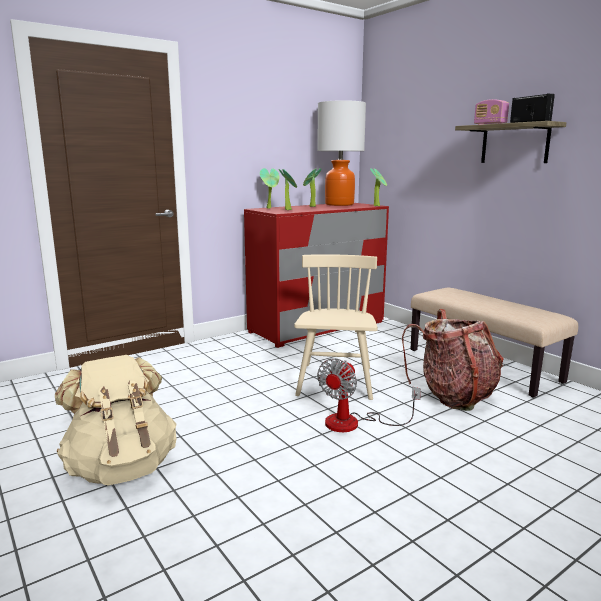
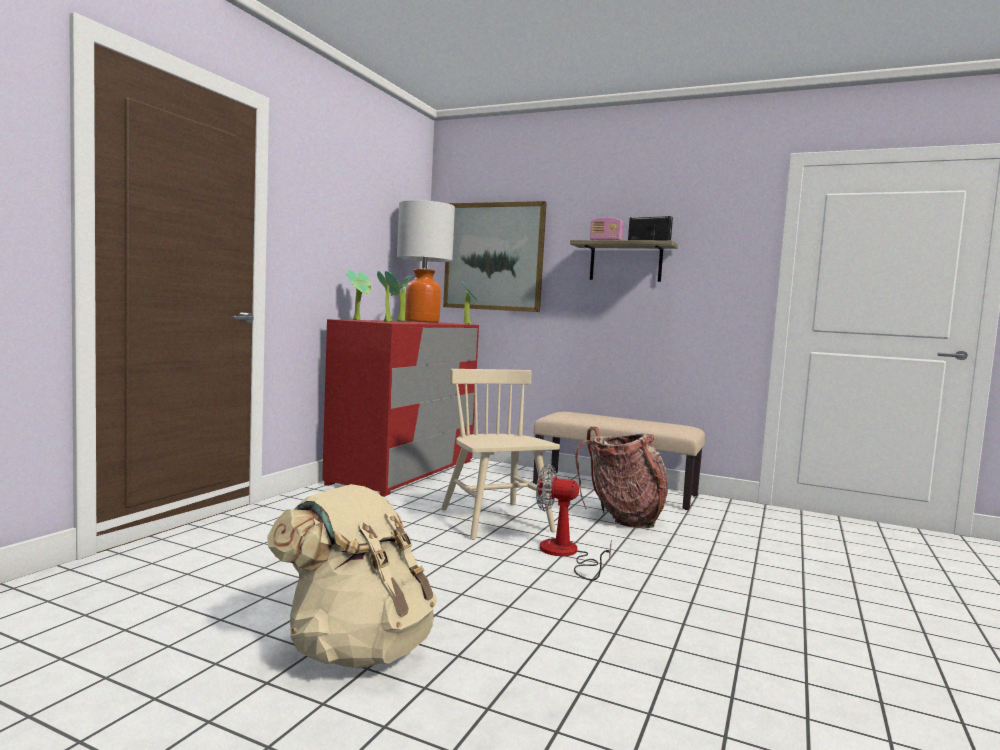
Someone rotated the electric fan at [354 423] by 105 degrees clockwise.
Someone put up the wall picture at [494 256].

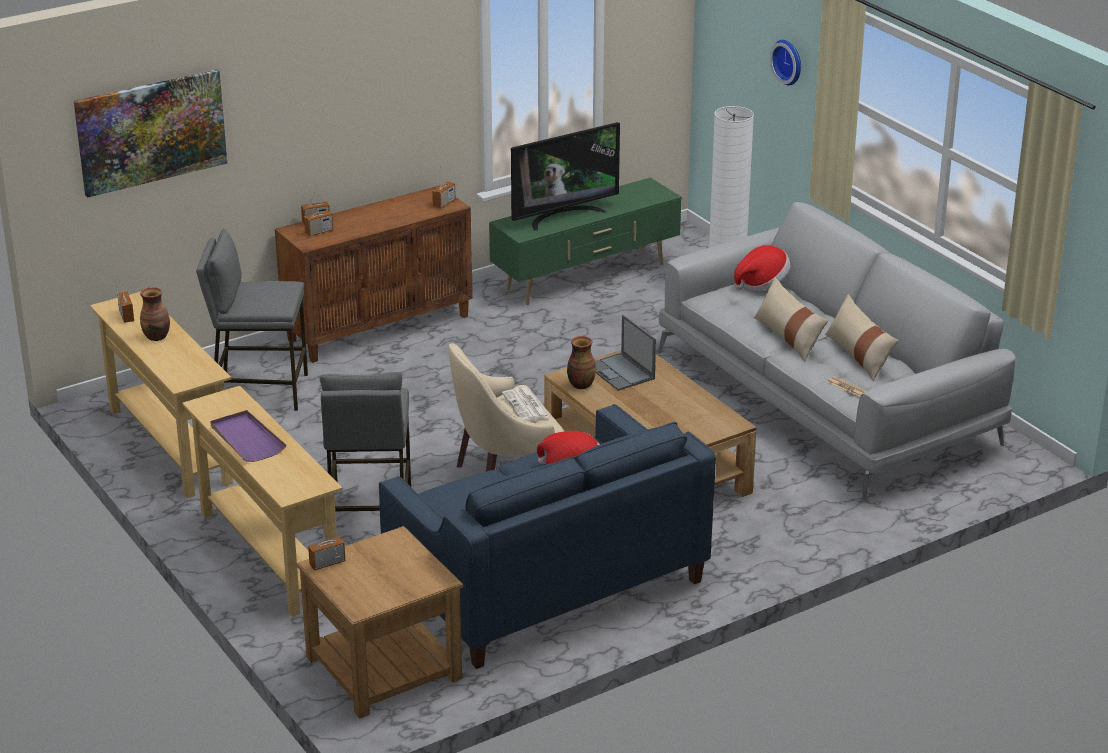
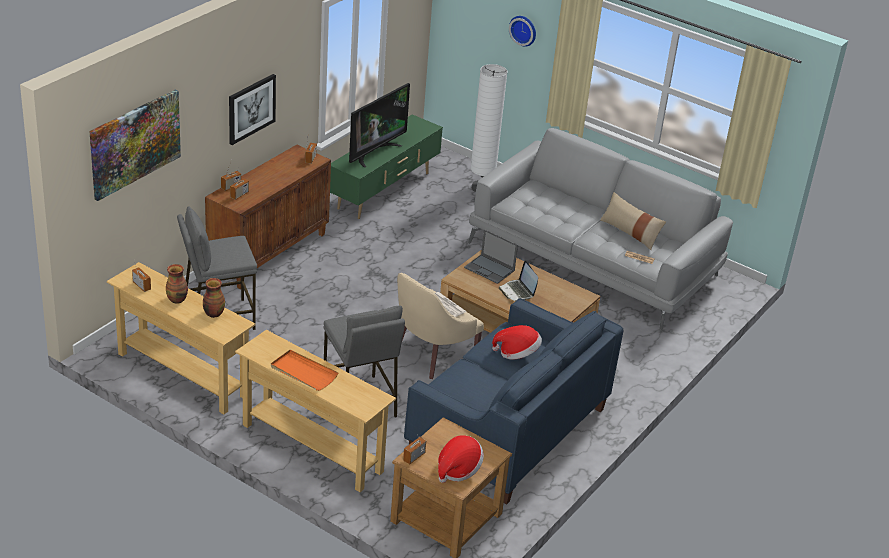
Someone repainted the purplish tray at [246 439], which became the orange tray at [303 372].
Someone carried the decorative vase from [580 384] to [213 313].
Someone carried the wearable hat from [762 283] to [458 469].
Someone took away the beige cushion at [788 337].
Someone put up the wall picture at [251 108].
Someone put down the notebook computer at [517 291].

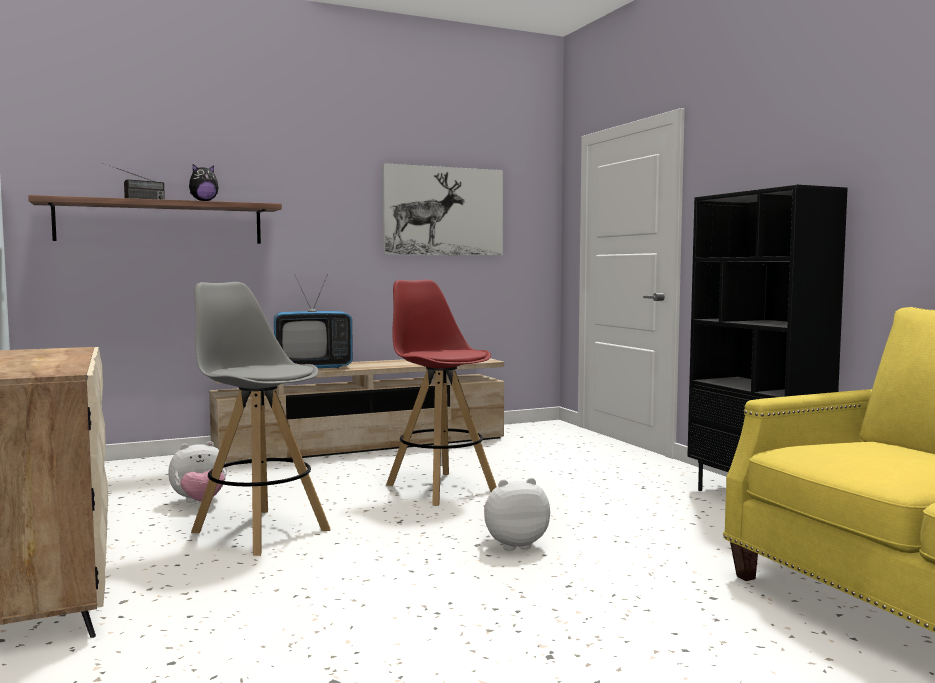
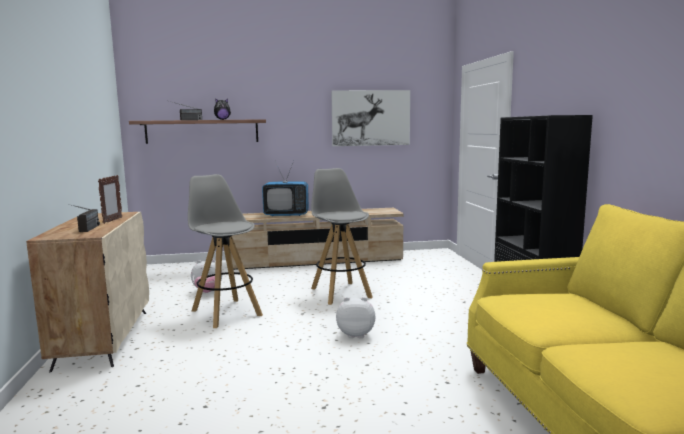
Someone repainted the red stool at [440 487], which became the grey stool at [340 292].
Someone put down the radio receiver at [87 230].
Someone put down the photo frame at [112 220].

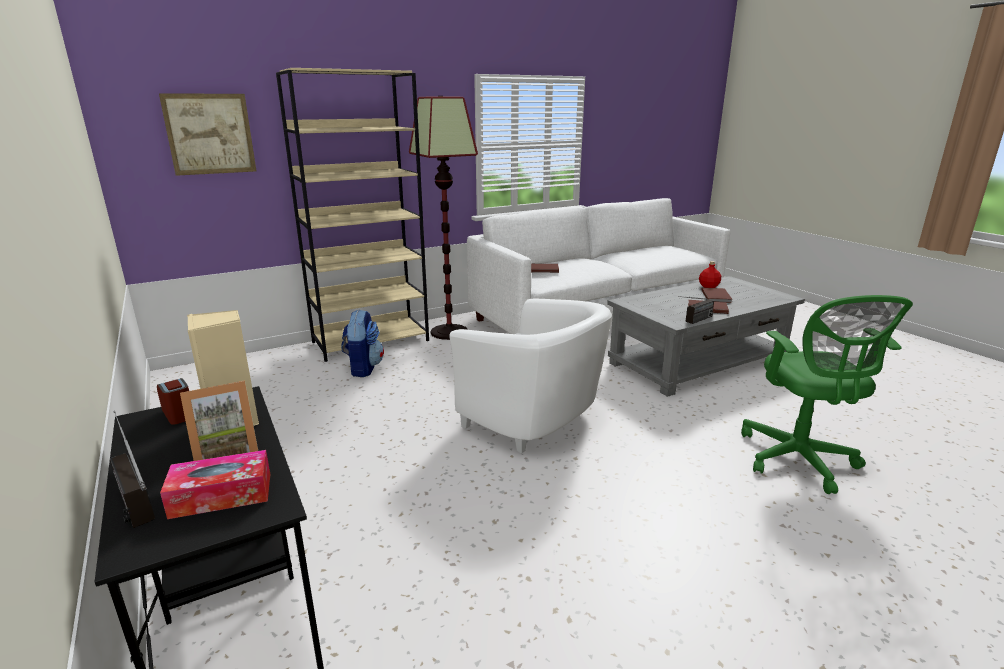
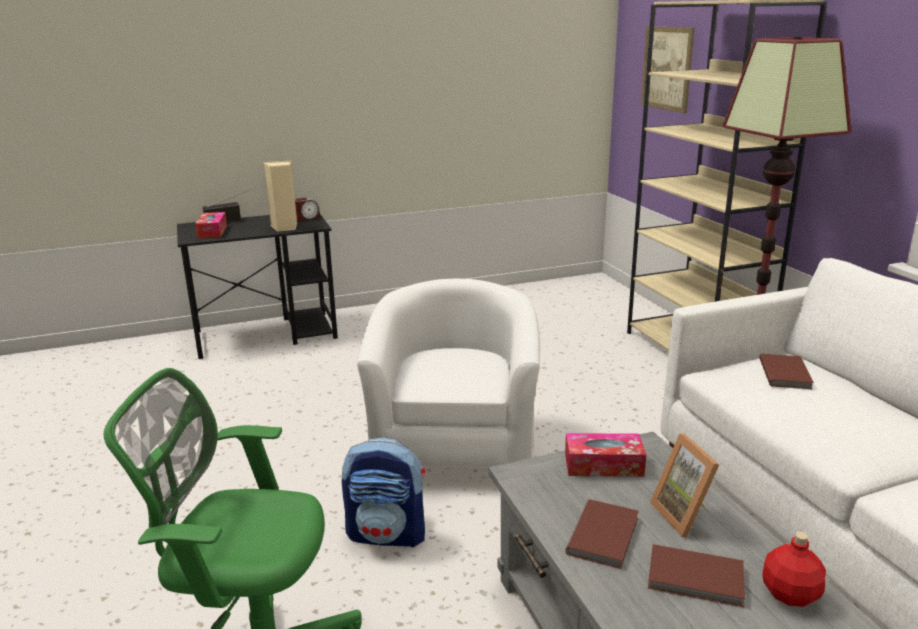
Someone carried the photo frame from [227 456] to [686 515].
Someone carried the rucksack from [363 368] to [388 534].
Someone rotated the white easy chair at [535 422] by 135 degrees clockwise.
Someone took away the radio receiver at [694 321].
Someone put down the tissue holder at [603 465].

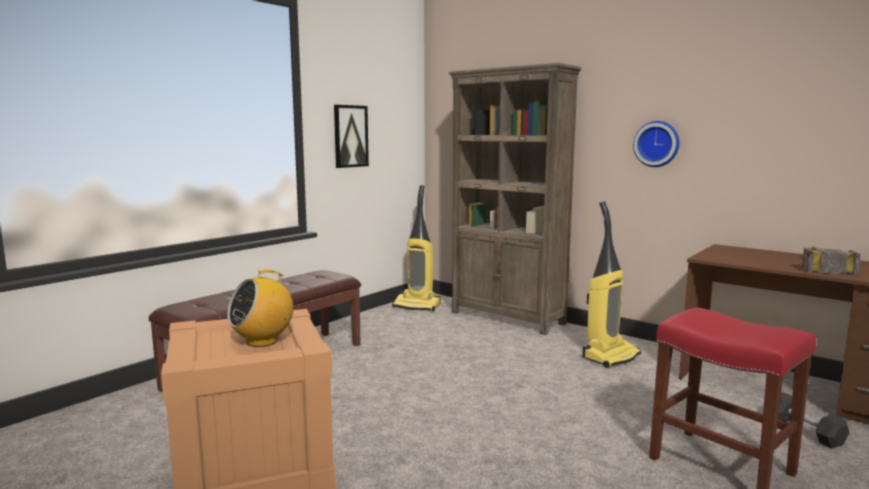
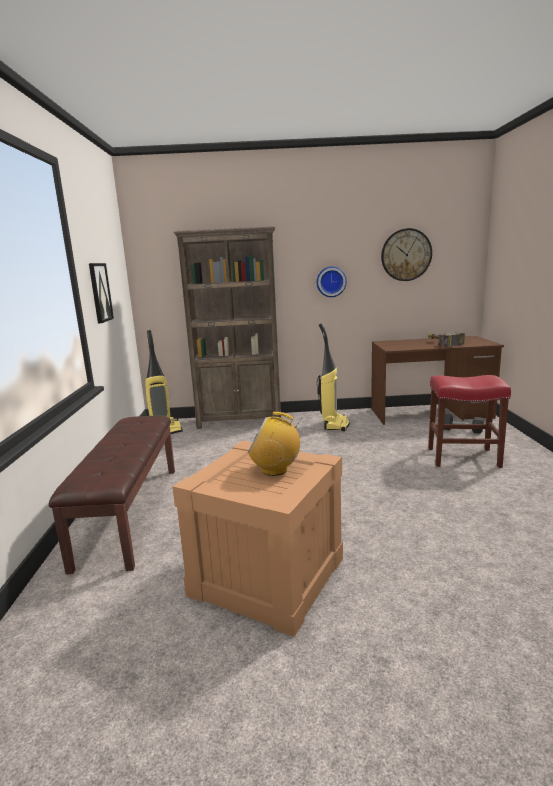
Someone rotated the radio receiver at [263 341] by 90 degrees clockwise.
Someone put up the hanging clock at [406 255].

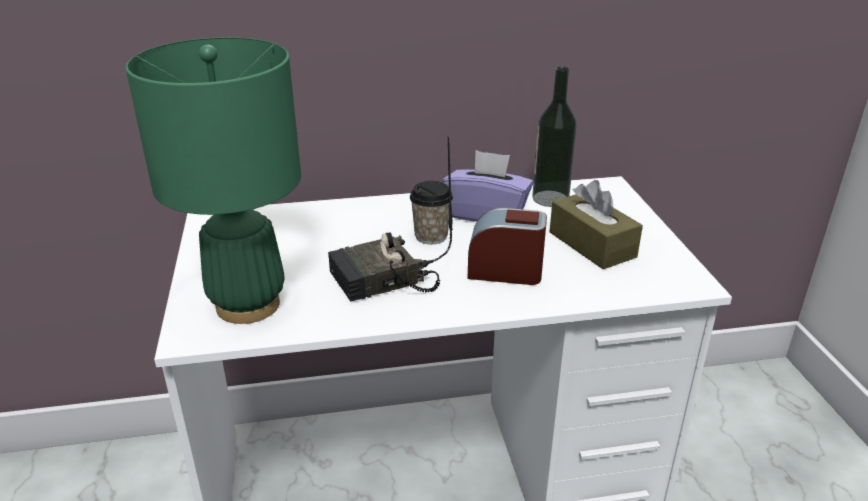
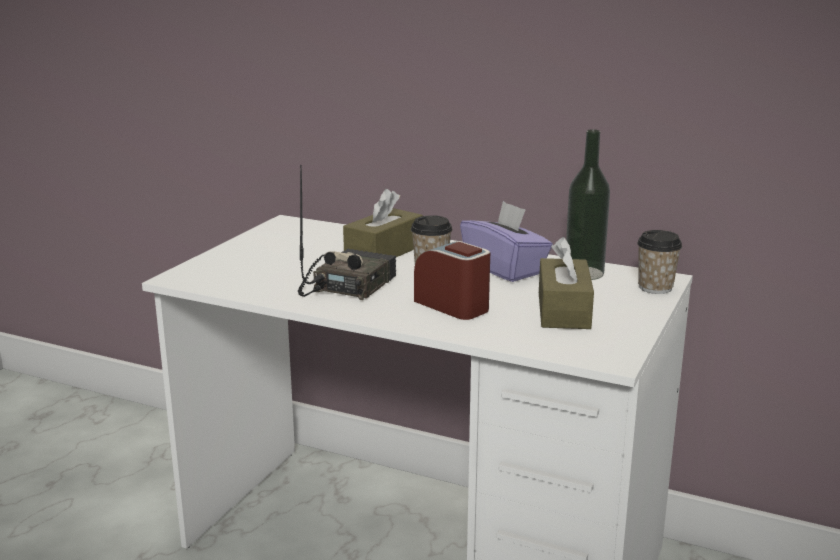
Someone took away the green-coloured lamp for a table at [248 305].
Someone rotated the radio receiver at [383 281] by 105 degrees clockwise.
Someone put down the brown-coloured tissue holder at [384 252].
Someone put down the drinking cup at [655 287].

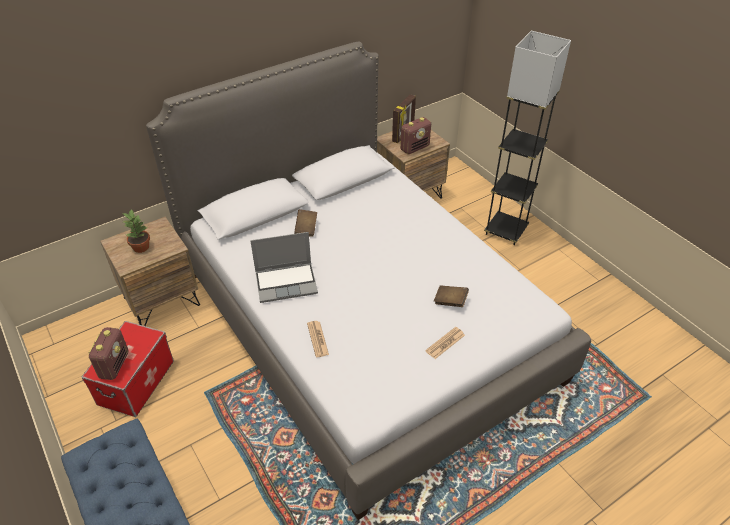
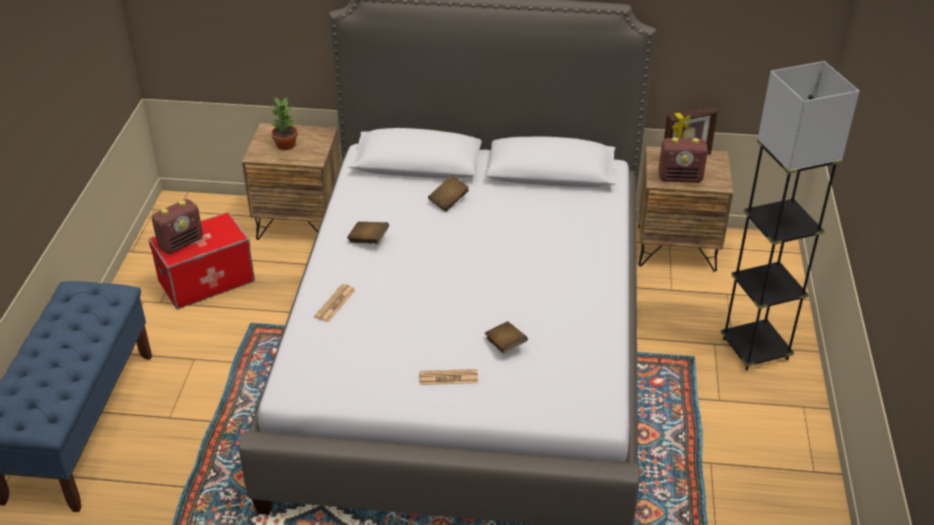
Someone swapped the notebook computer at [287 282] for the brown-coloured bound book at [368 240].

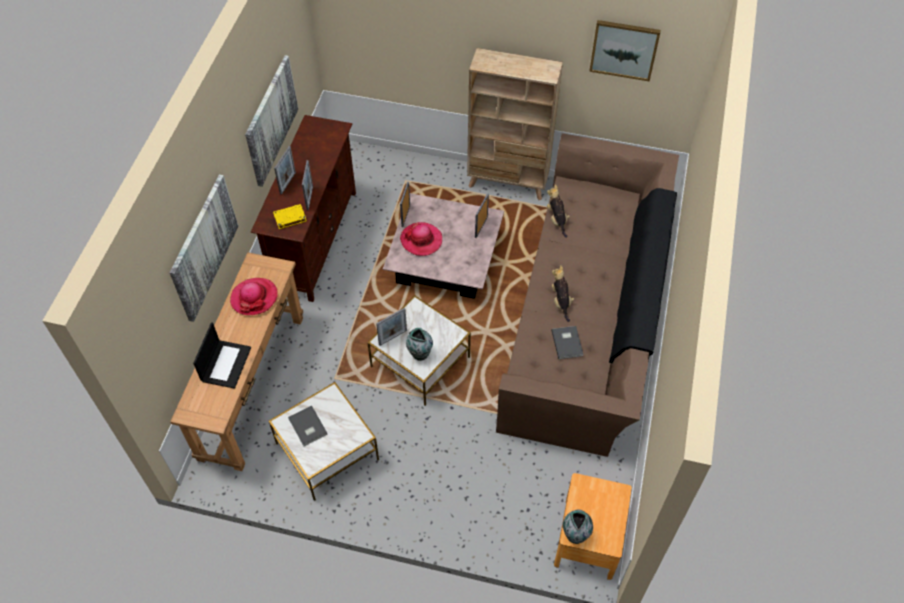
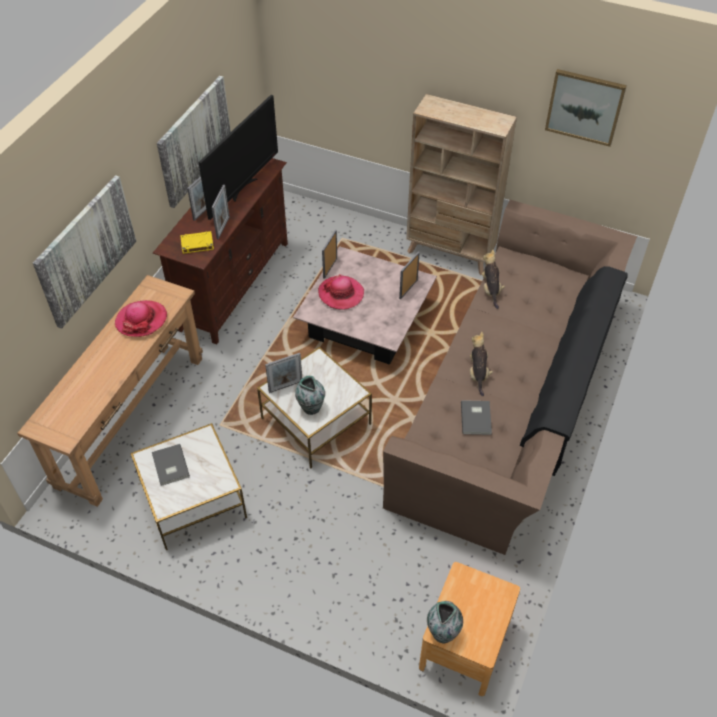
Someone took away the notebook computer at [225 363].
Someone put down the TV at [242 188].

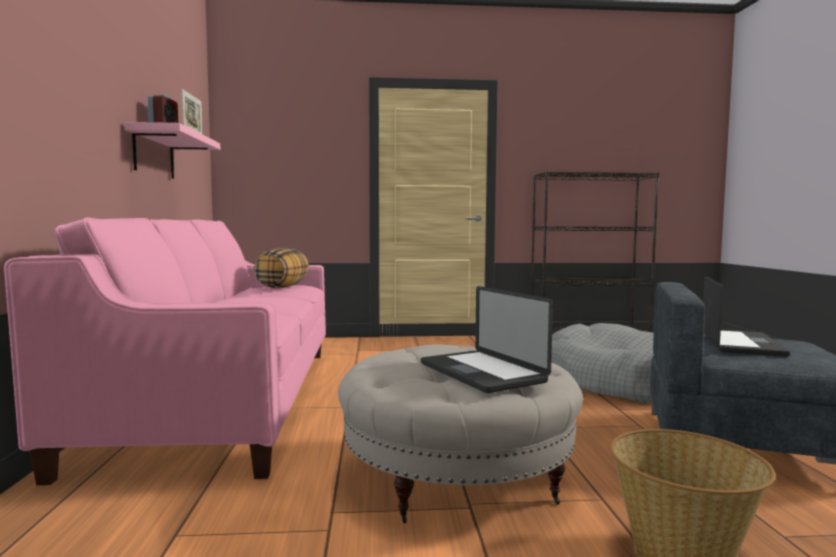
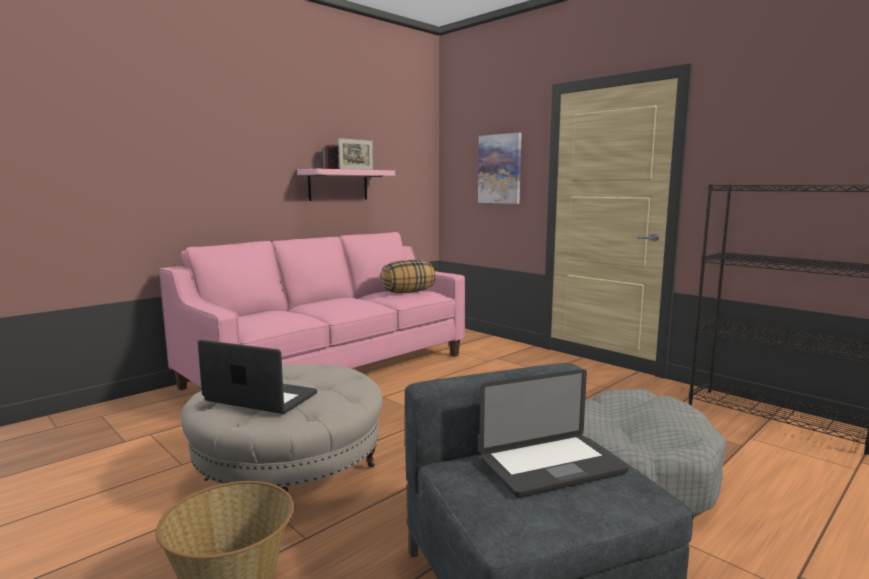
Someone rotated the notebook computer at [481 373] by 90 degrees clockwise.
Someone put up the wall picture at [500 169].

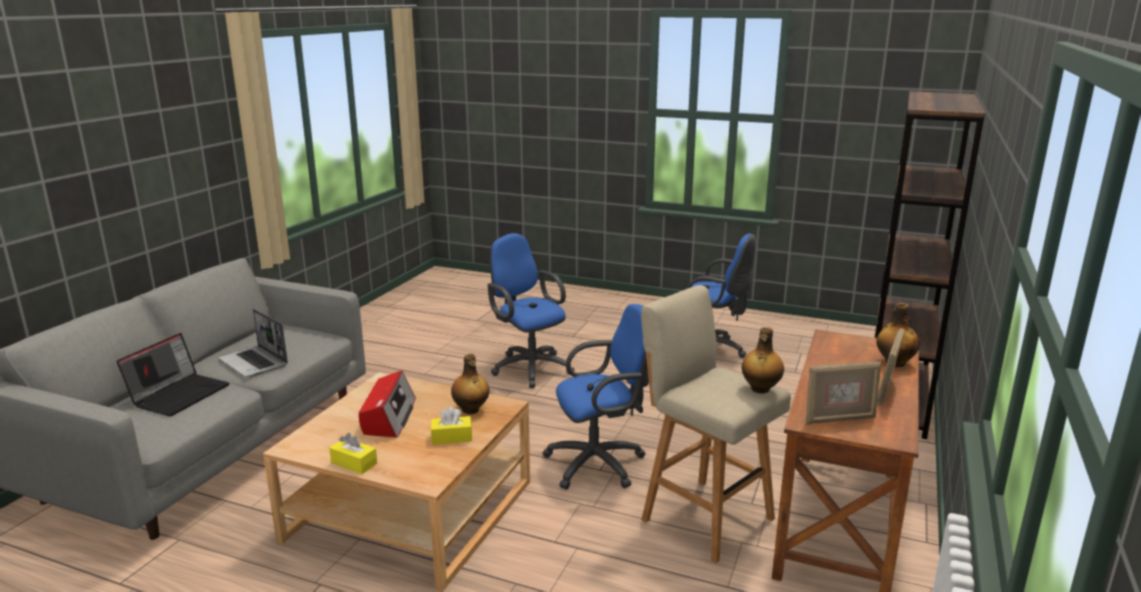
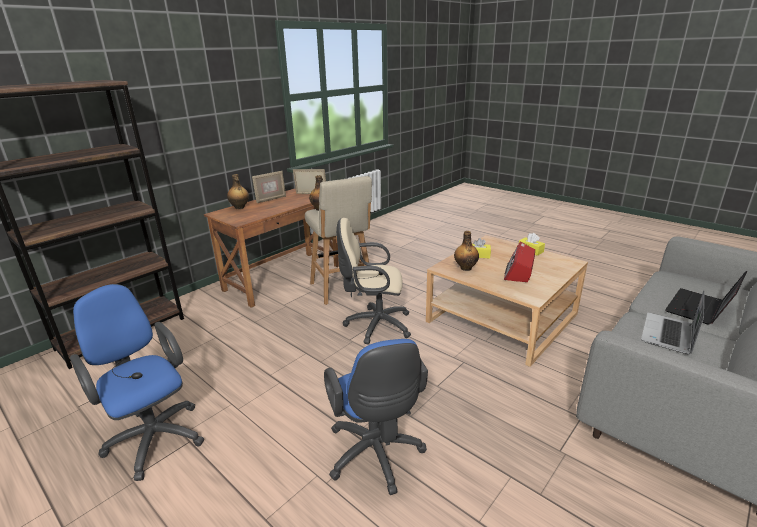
Someone rotated the notebook computer at [254 363] by 120 degrees counterclockwise.
Someone repainted the blue desk chair at [600 464], which became the beige desk chair at [374 325].

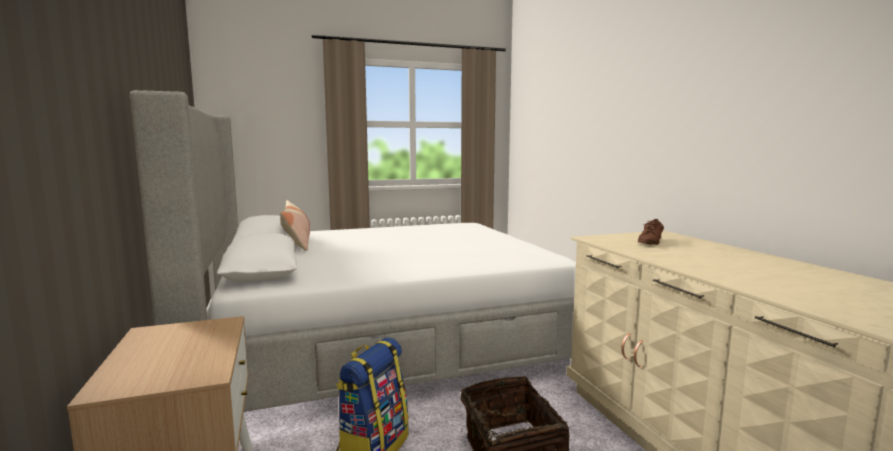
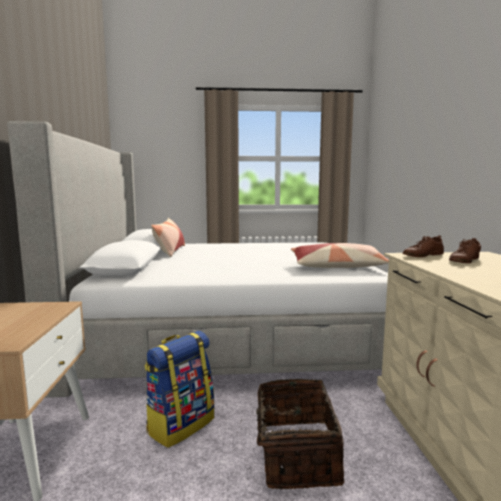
Someone put down the cushion at [338 266].
Someone put down the brown-coloured shoe at [422 255].

